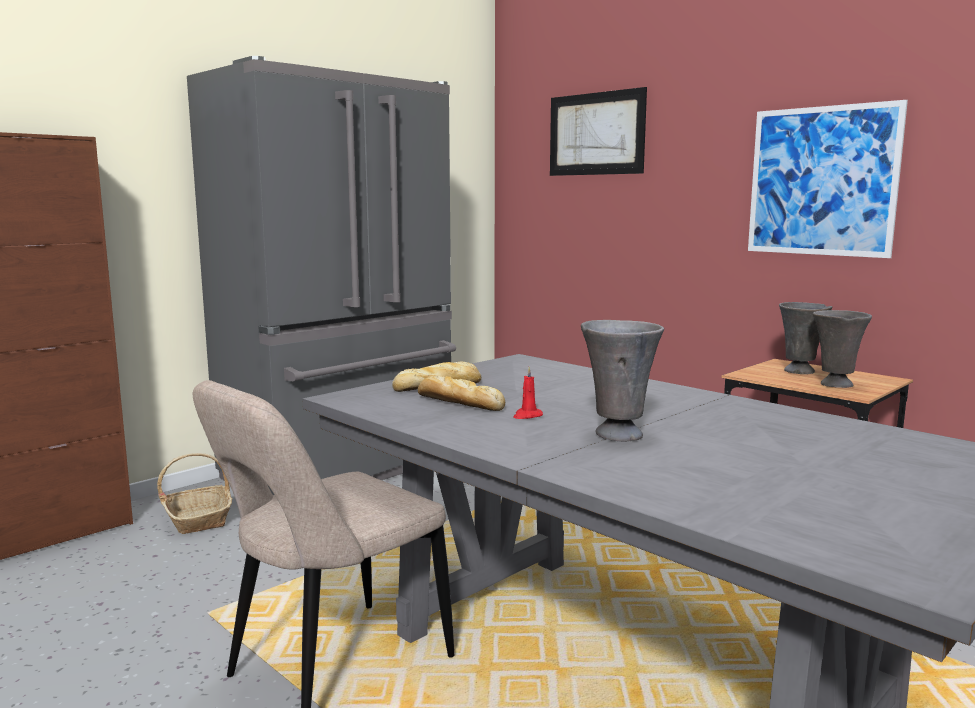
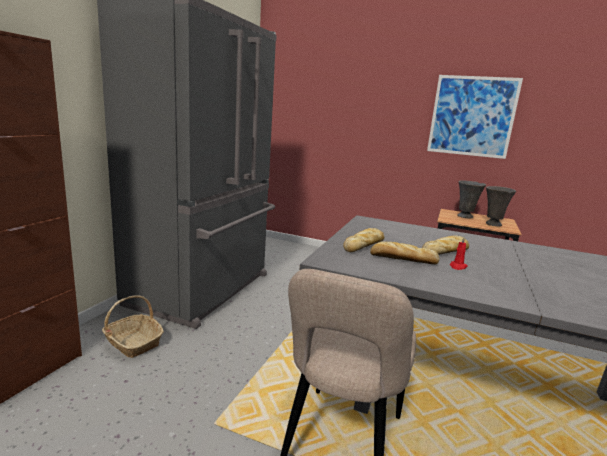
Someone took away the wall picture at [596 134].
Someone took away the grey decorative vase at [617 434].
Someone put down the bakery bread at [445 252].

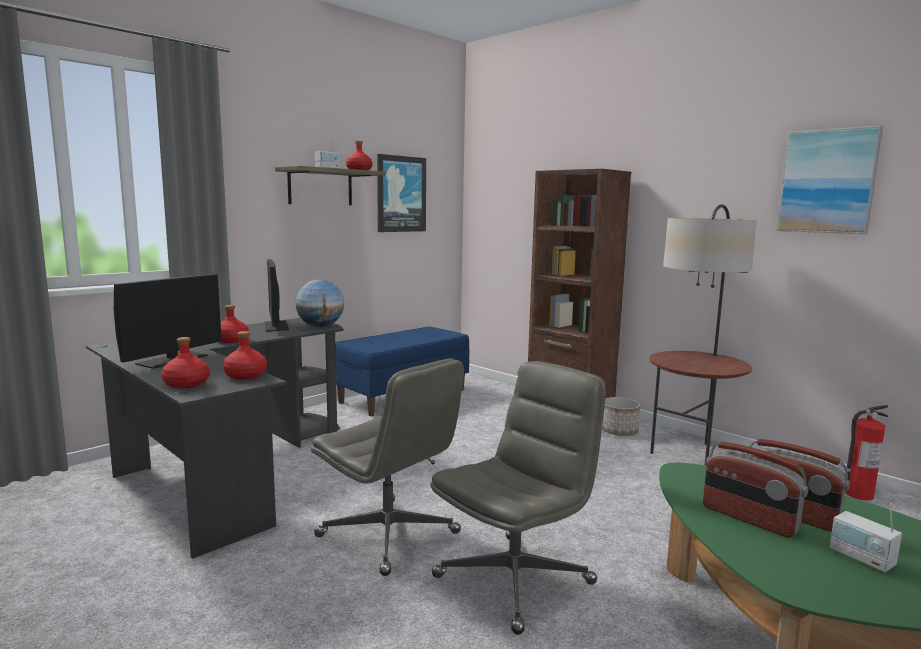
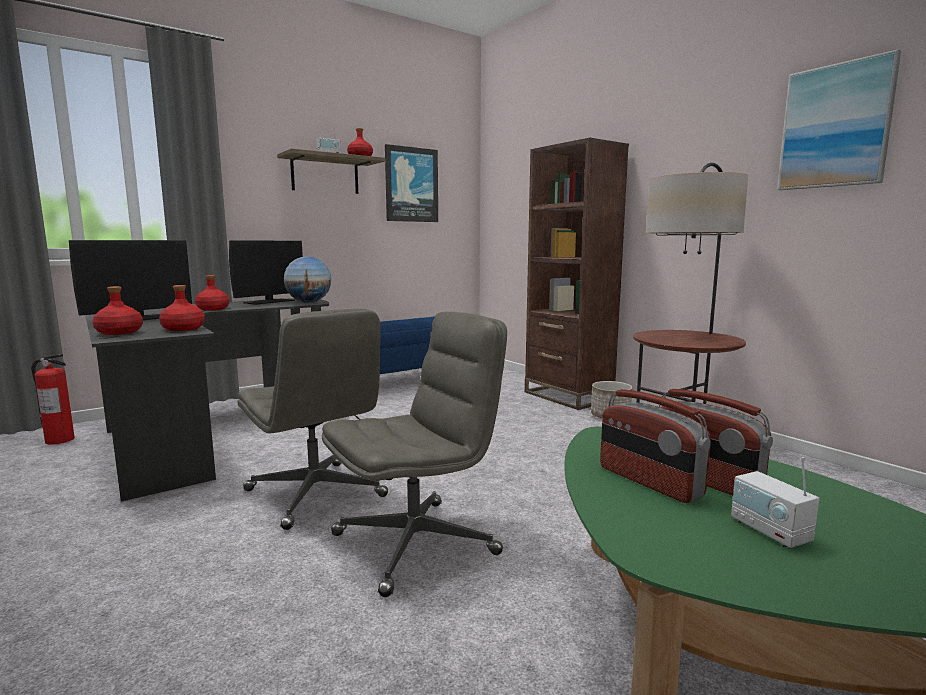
Someone rotated the computer screen at [276 326] by 135 degrees counterclockwise.
Someone carried the fire extinguisher from [858 494] to [59 440].

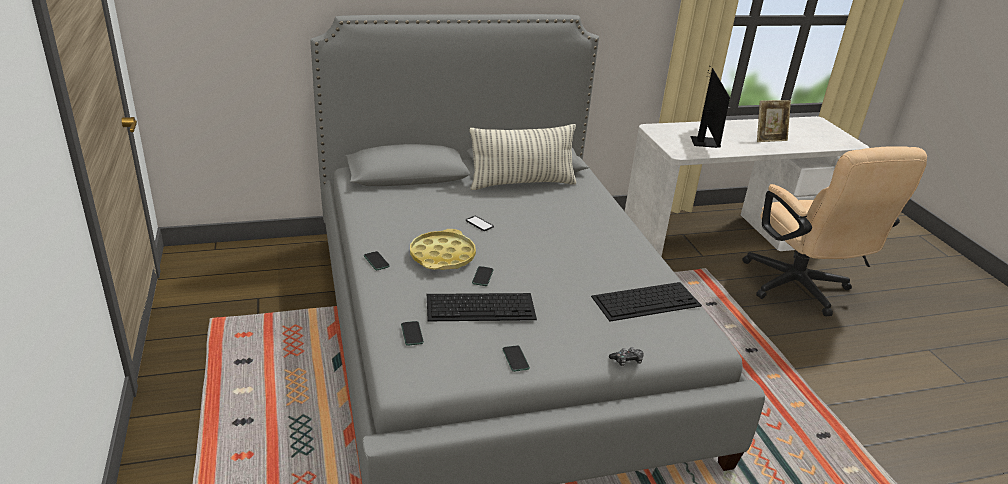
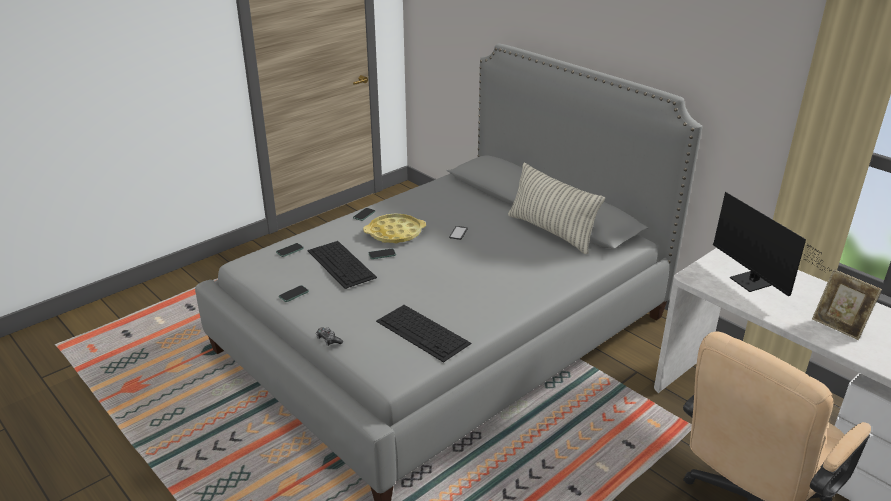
Someone rotated the computer screen at [704 140] by 90 degrees clockwise.

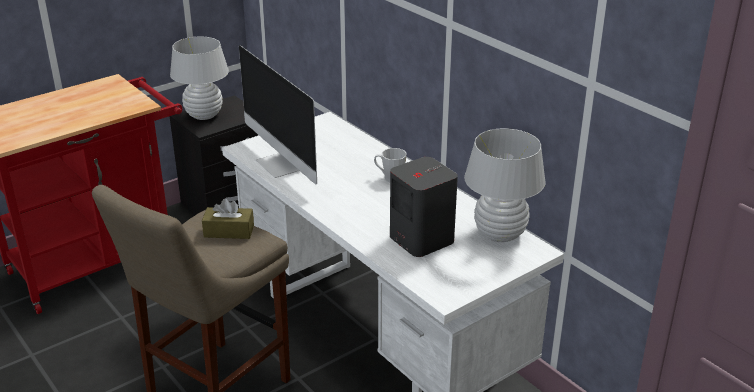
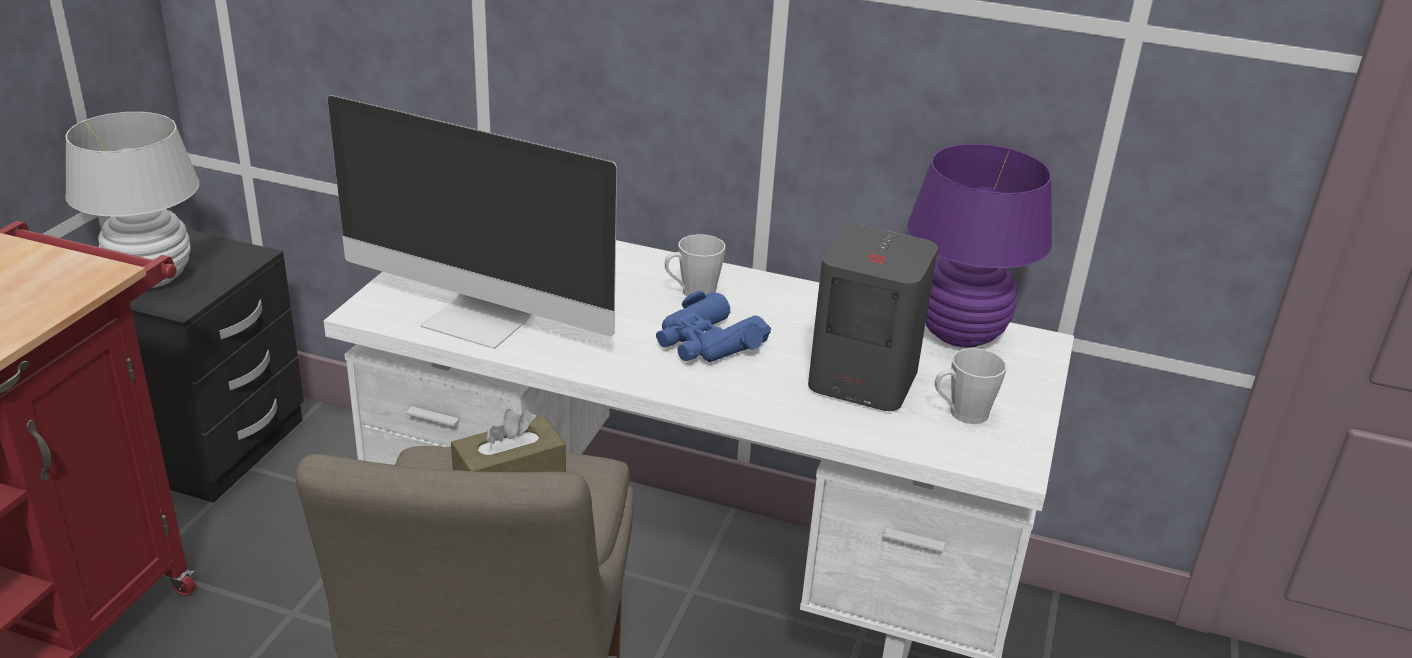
Someone repainted the white lamp for a table at [500 234], which became the purplish lamp for a table at [960 334].
Someone put down the blue field glasses at [707 343].
Someone put down the grey coffee mug at [961 413].

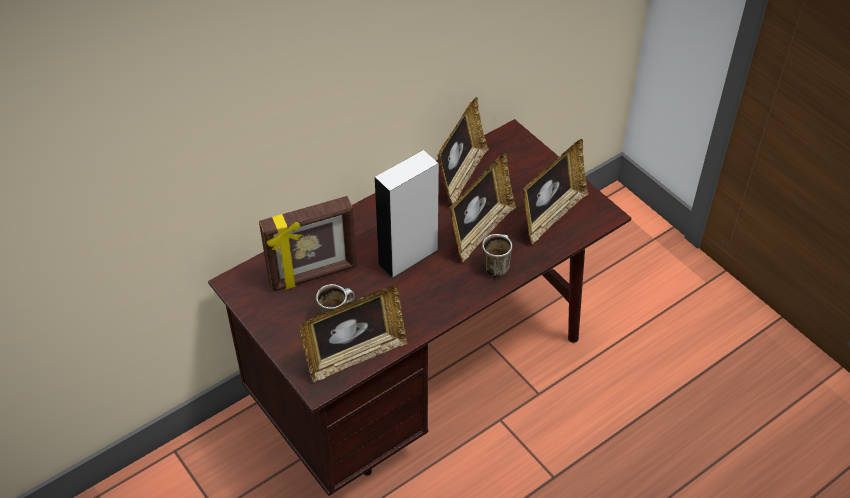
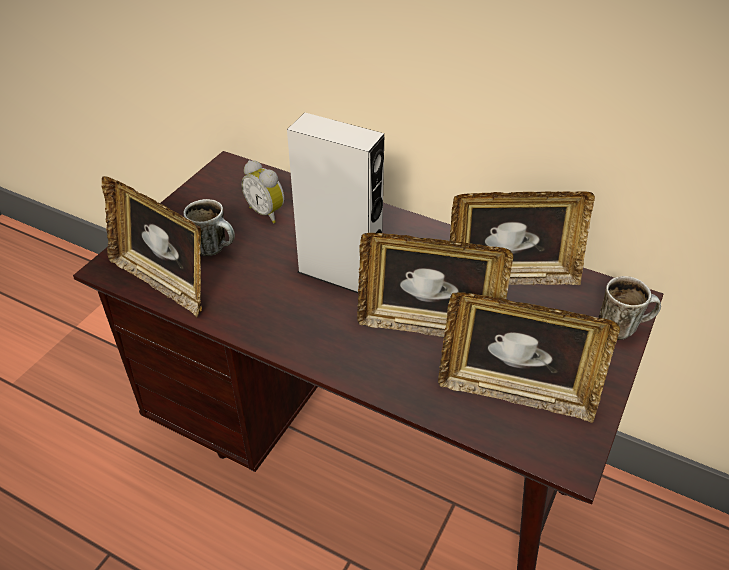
Someone swapped the photo frame at [313 275] for the bedside clock at [267 212].
Someone carried the coffee mug from [496 265] to [622 327].

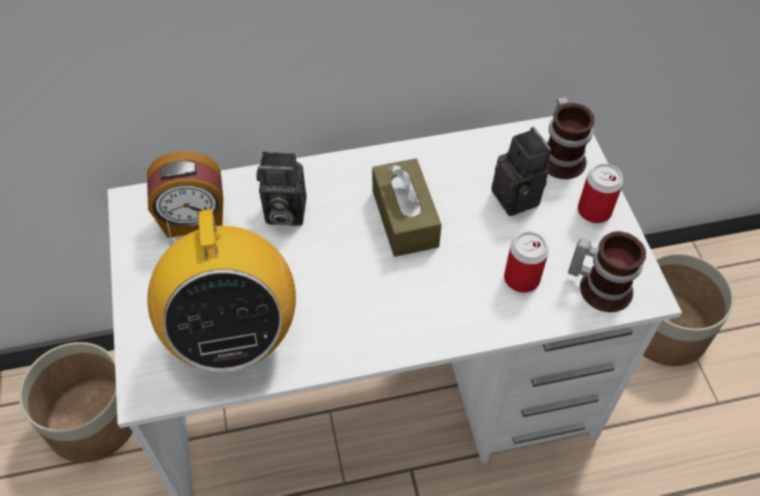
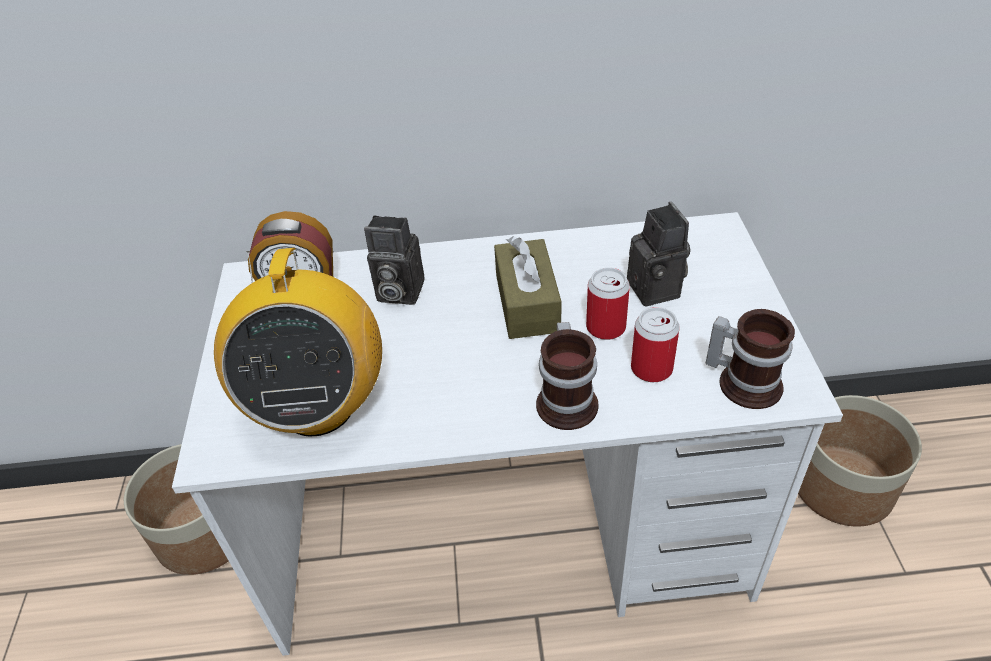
Someone carried the coffee mug from [563 157] to [569 400].
Someone carried the metal can from [594 211] to [605 327].

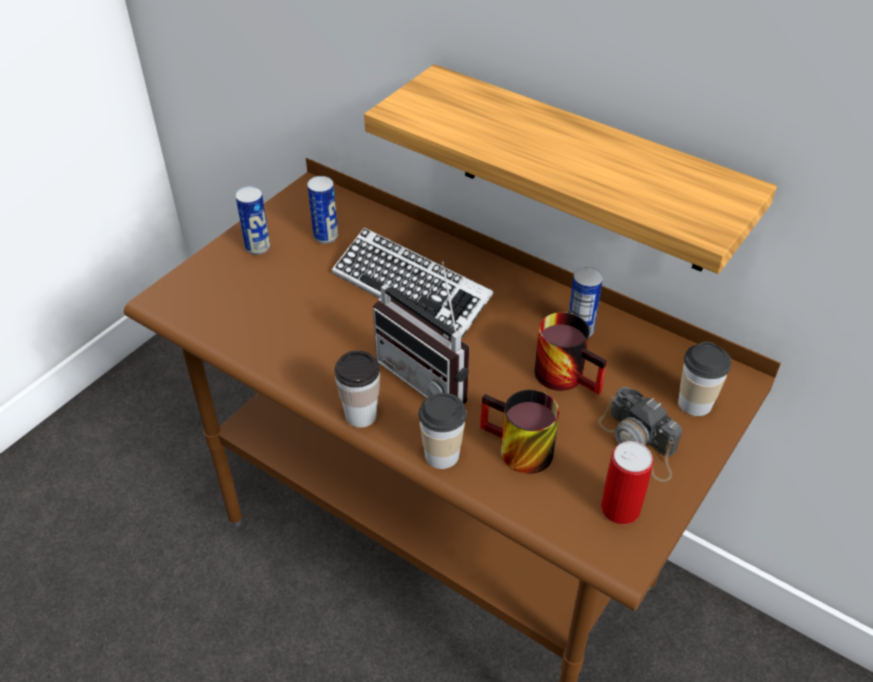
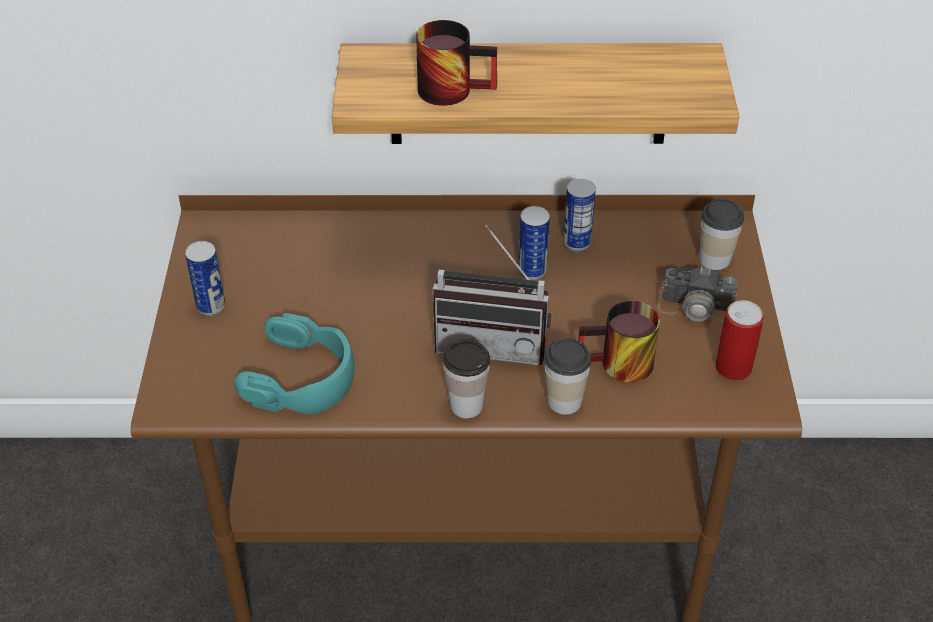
Someone carried the metal can from [326 236] to [532 271].
Someone took away the computer keyboard at [411 290].
Someone carried the coffee mug from [568 374] to [454 87].
Someone put down the blue-green headset at [302 378].

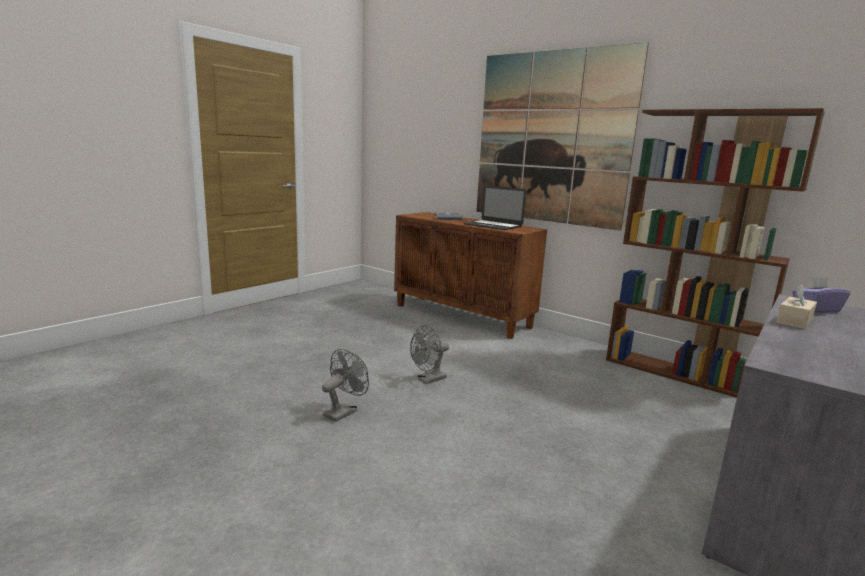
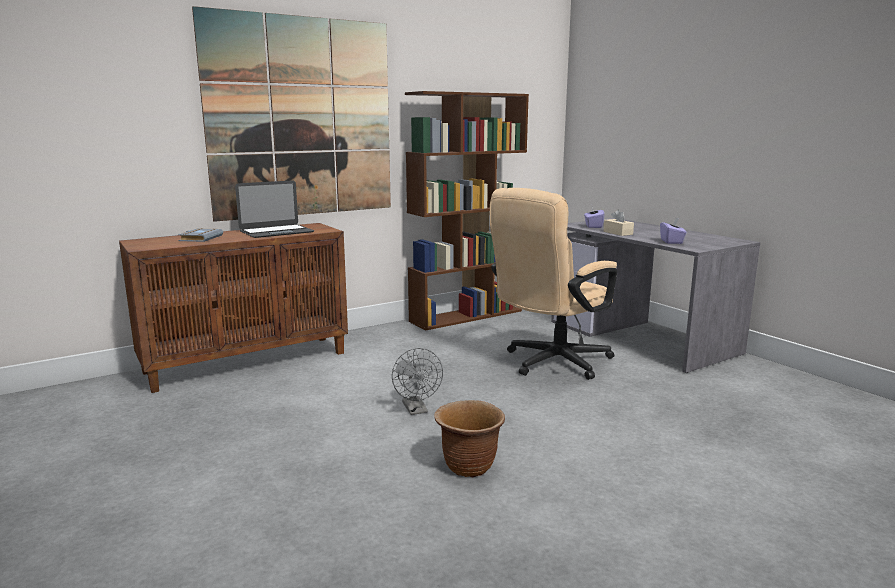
Someone swapped the grey electric fan at [344 411] for the brown-coloured flower pot at [468 466].
Someone put down the beige desk chair at [550 363].
Someone put down the purplish tissue holder at [672 241].

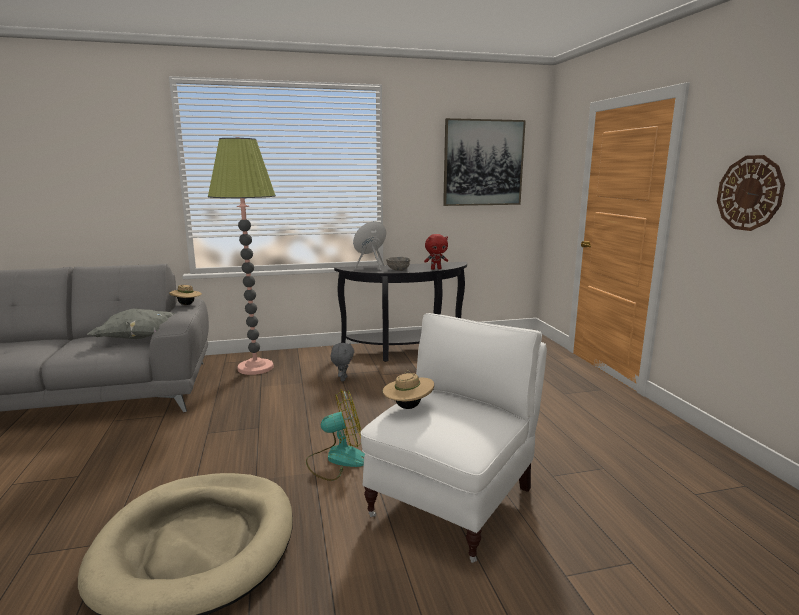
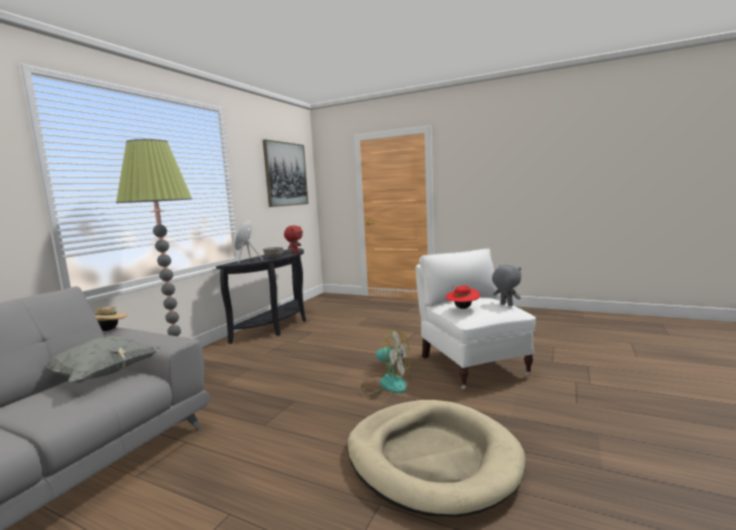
Someone rotated the electric fan at [337 459] by 90 degrees clockwise.
Someone carried the grey plush toy from [343 379] to [506 305].
Someone repainted the beige wearable hat at [408 407], which became the red wearable hat at [462 308].
Someone took away the hanging clock at [749 193].

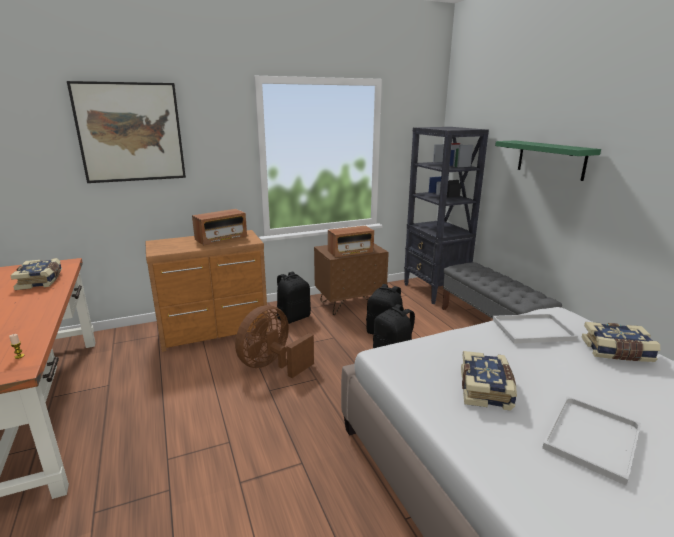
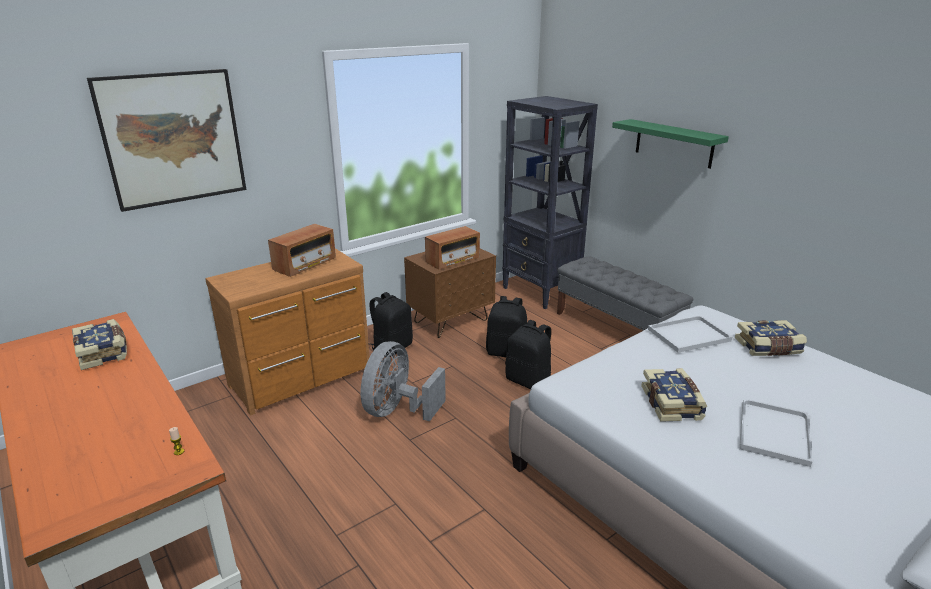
Someone repainted the brown-coloured electric fan at [272 365], which became the grey electric fan at [398 410].

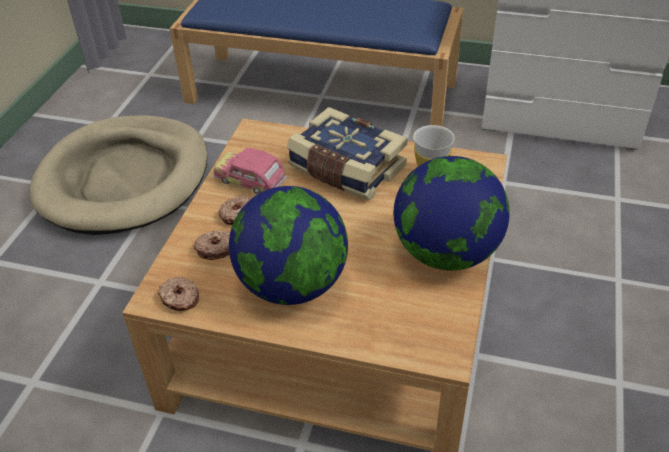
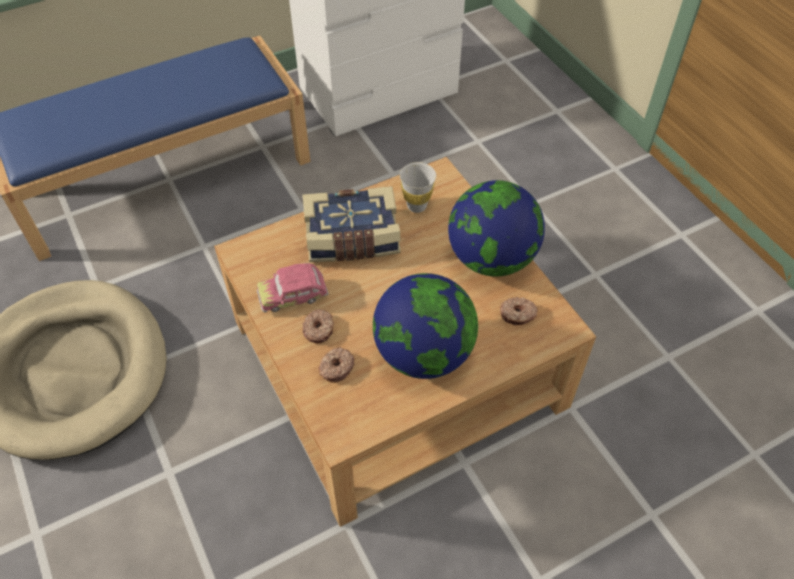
Someone carried the doughnut from [180 299] to [517 315].

